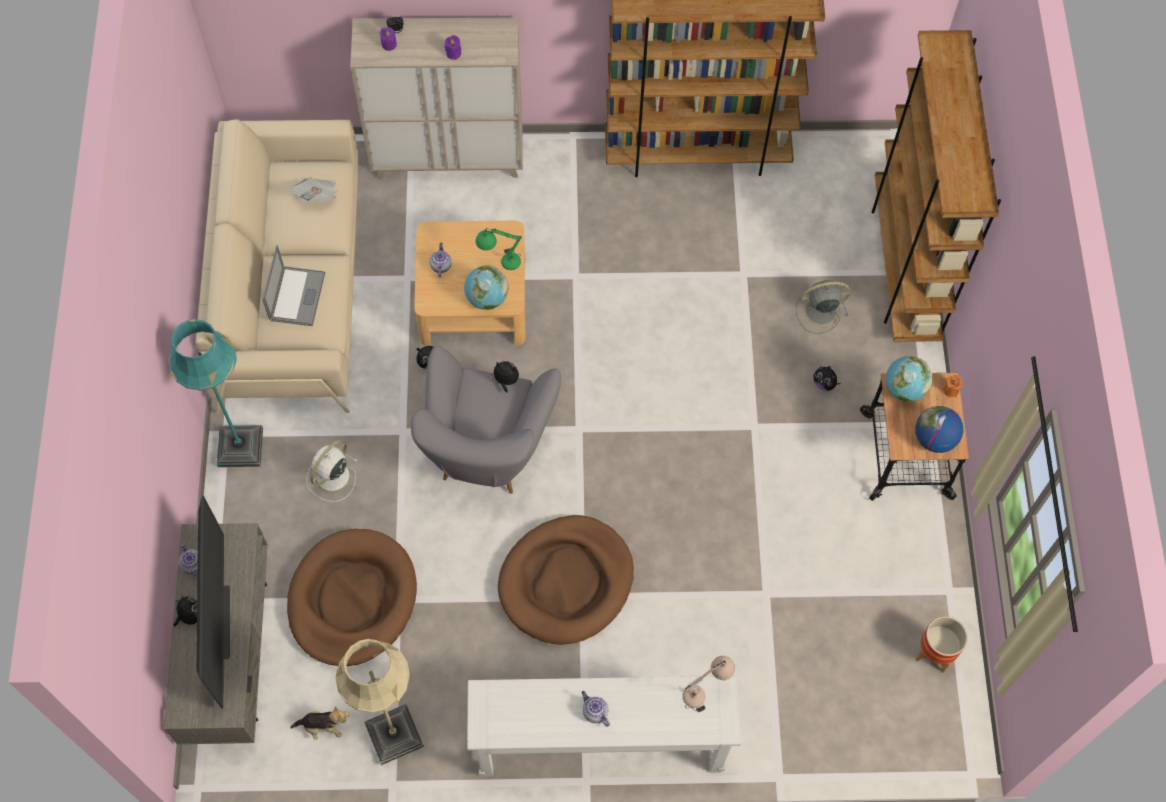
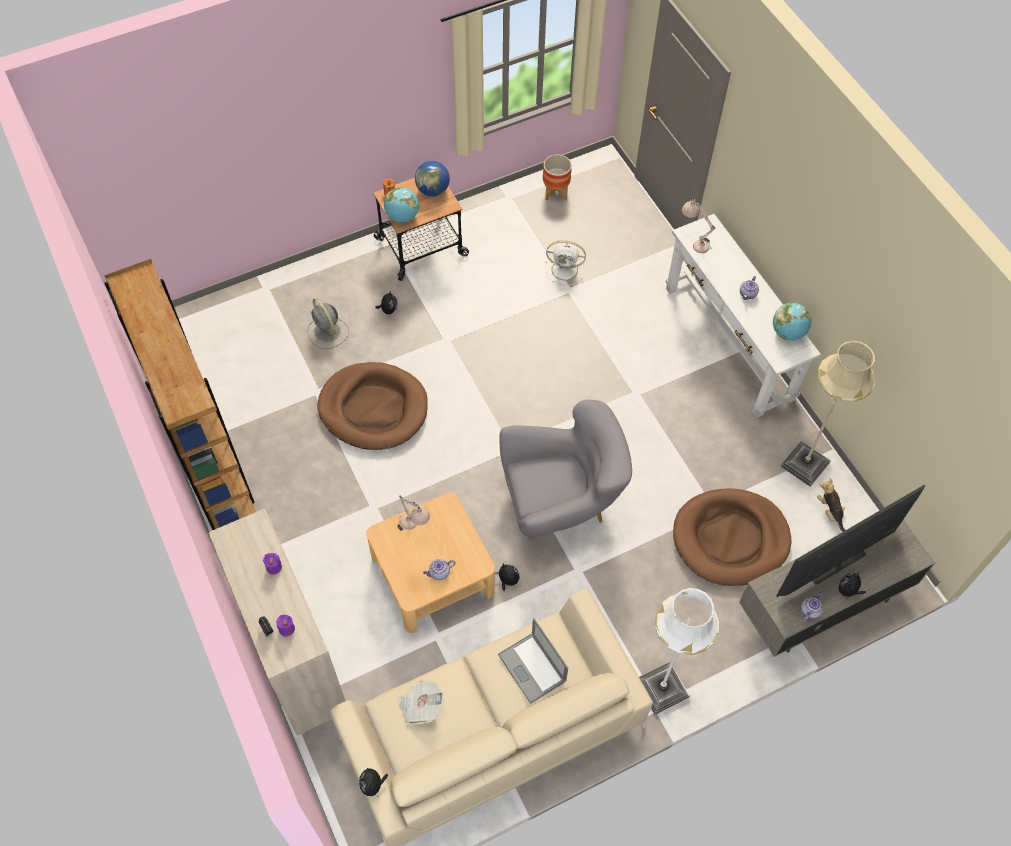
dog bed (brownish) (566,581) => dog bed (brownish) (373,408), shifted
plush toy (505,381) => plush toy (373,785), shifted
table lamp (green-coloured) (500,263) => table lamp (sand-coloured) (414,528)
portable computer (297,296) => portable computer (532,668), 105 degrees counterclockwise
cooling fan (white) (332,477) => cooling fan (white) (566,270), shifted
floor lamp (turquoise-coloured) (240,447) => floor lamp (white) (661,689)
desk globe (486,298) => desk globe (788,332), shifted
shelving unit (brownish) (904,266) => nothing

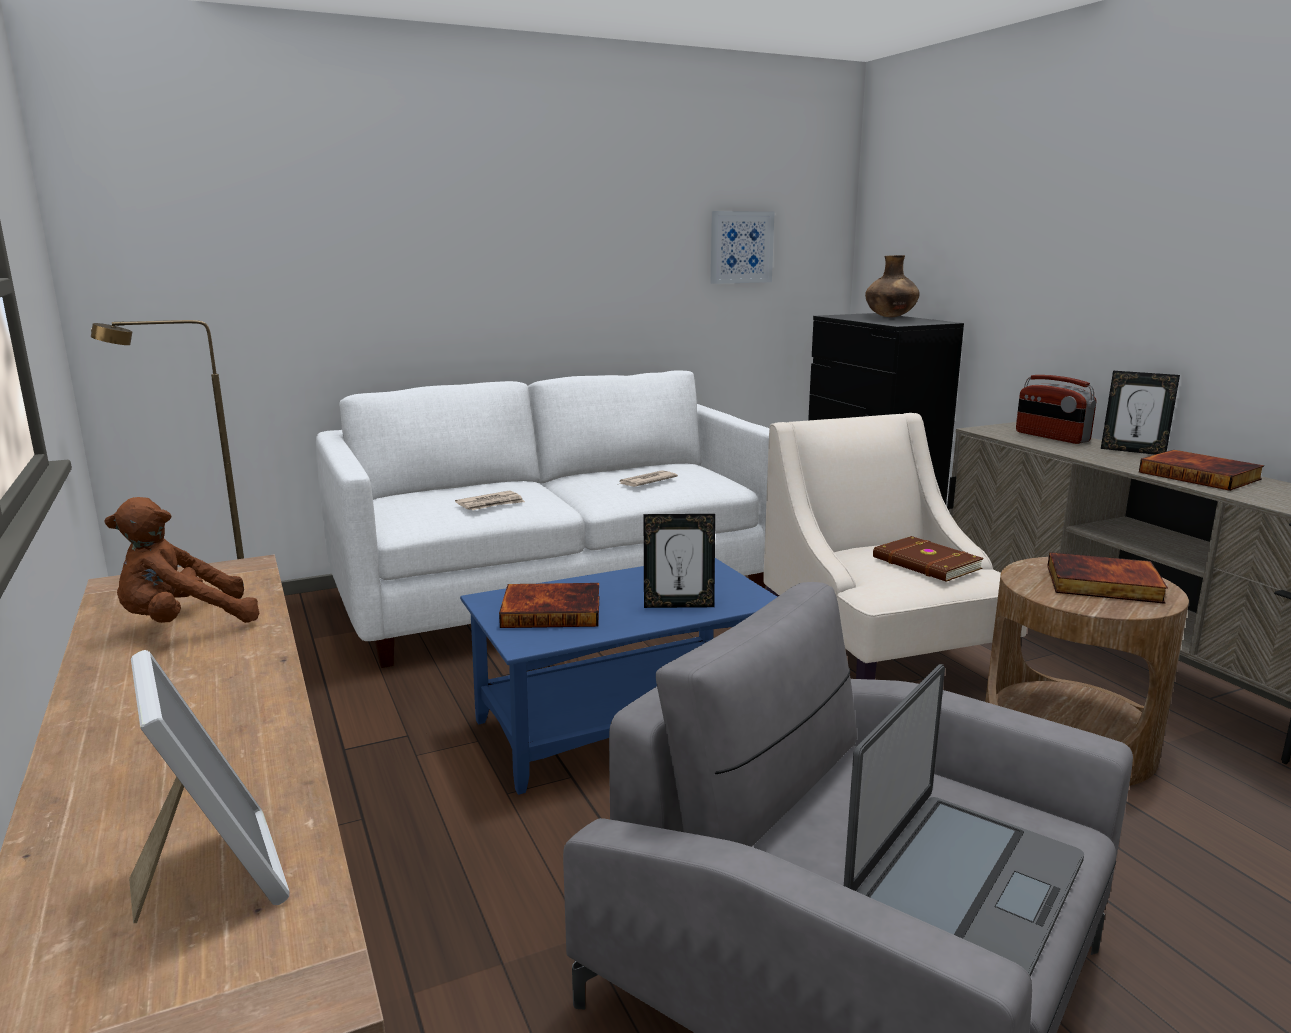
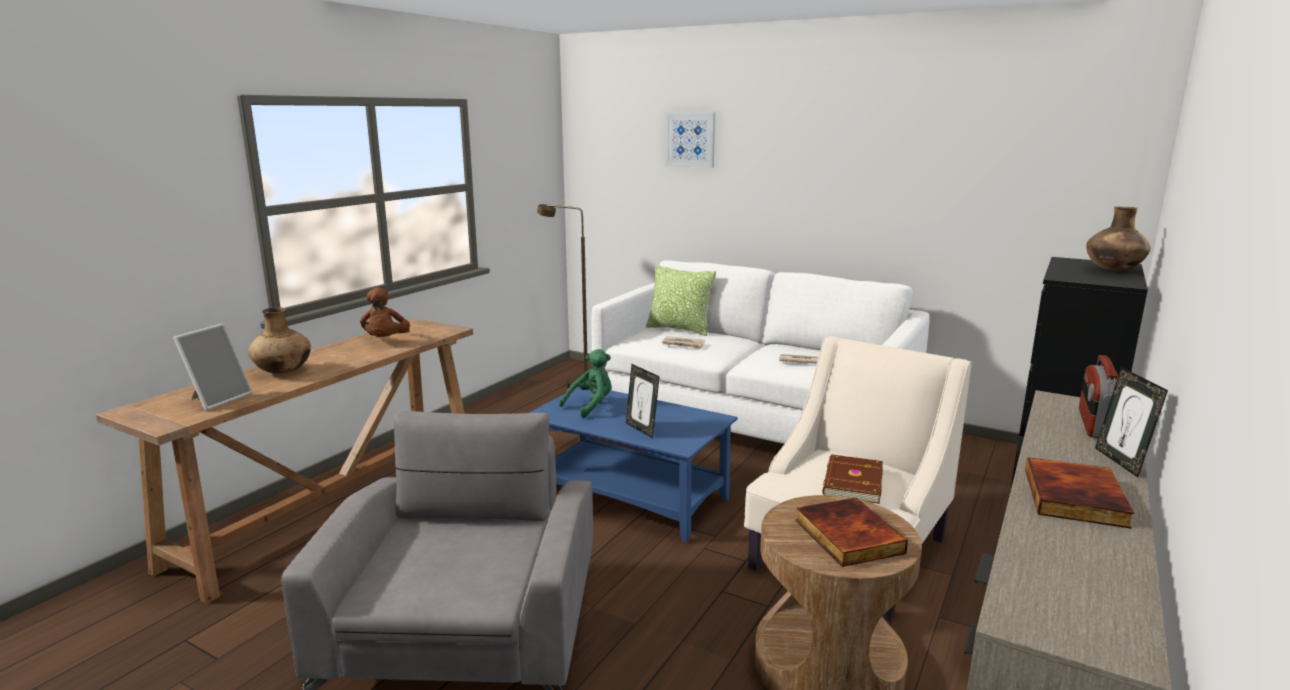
nothing => decorative vase (brownish) (283,371)
plush toy (brownish) (184,624) => plush toy (brownish) (386,341), 120 degrees counterclockwise
bound book (552,610) => plush toy (green-coloured) (591,406)
nothing => throw pillow (679,329)
wall art (741,247) => wall art (690,139), shifted
portable computer (963,884) => nothing

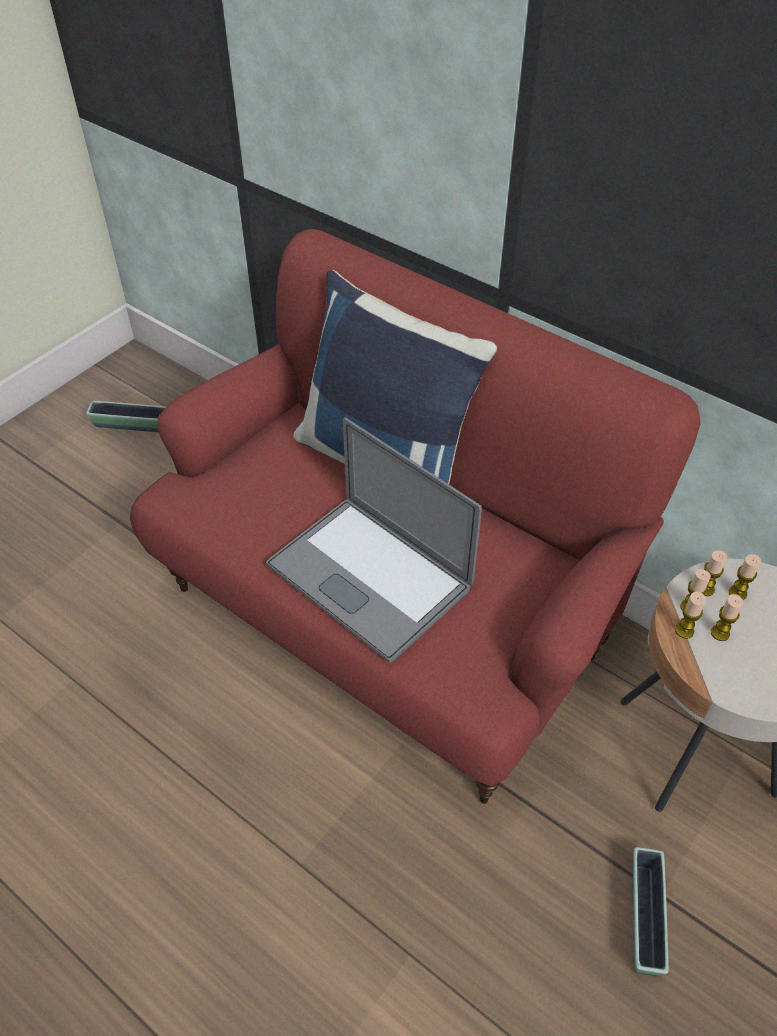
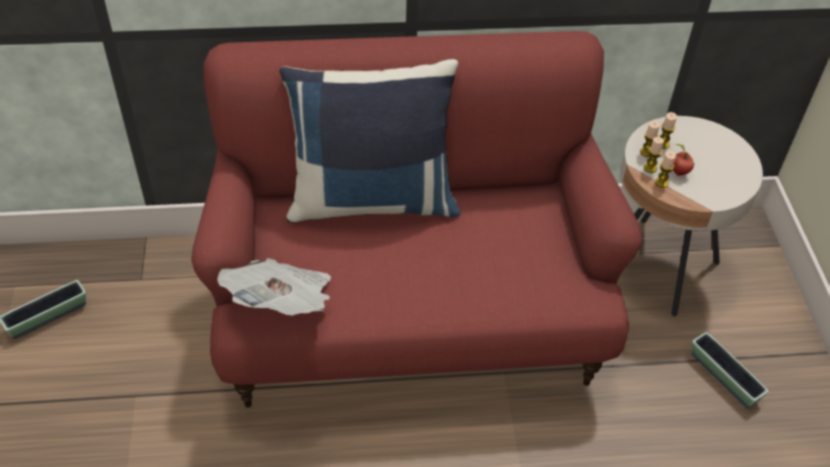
nothing => newspaper (282,303)
wax candle (720,633) => apple (678,172)
portable computer (369,576) => nothing

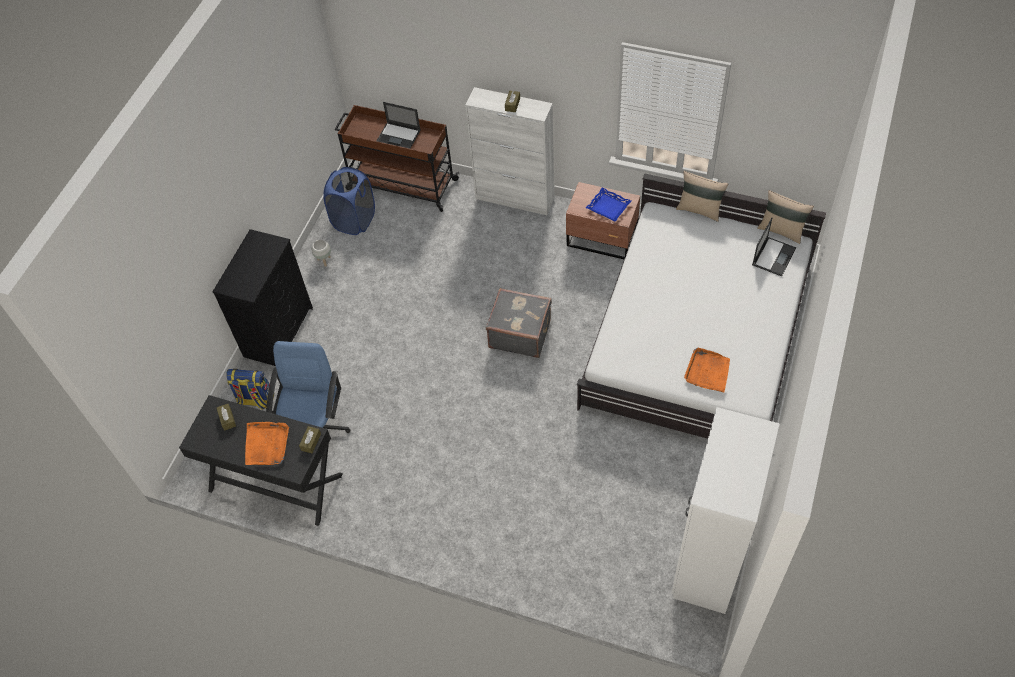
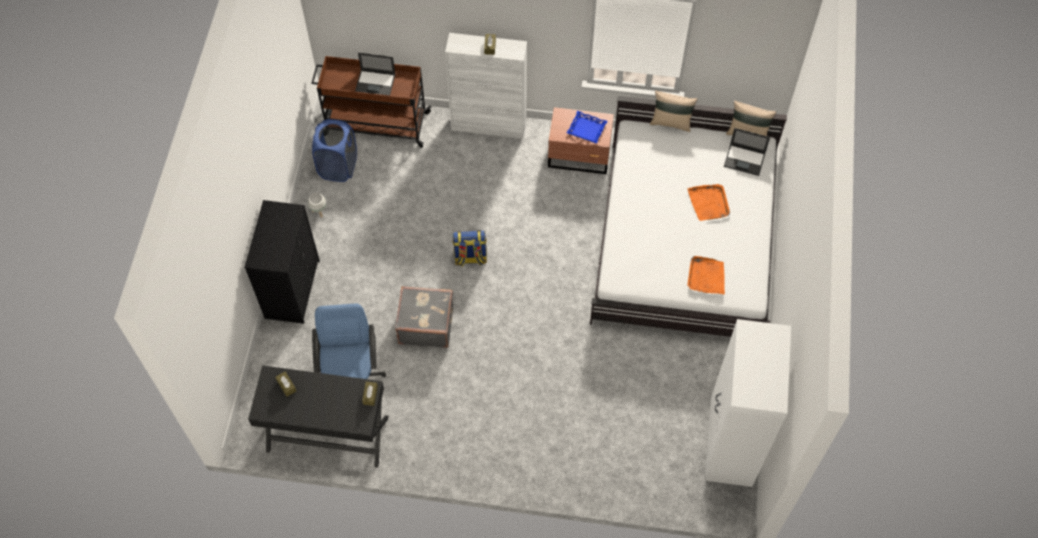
travel case (greyish) (520,333) => travel case (greyish) (426,324), shifted
backpack (255,400) => backpack (470,258), shifted
serving tray (orange-coloured) (266,444) => serving tray (orange-coloured) (709,203), shifted
portable computer (773,256) => portable computer (745,160), 90 degrees clockwise

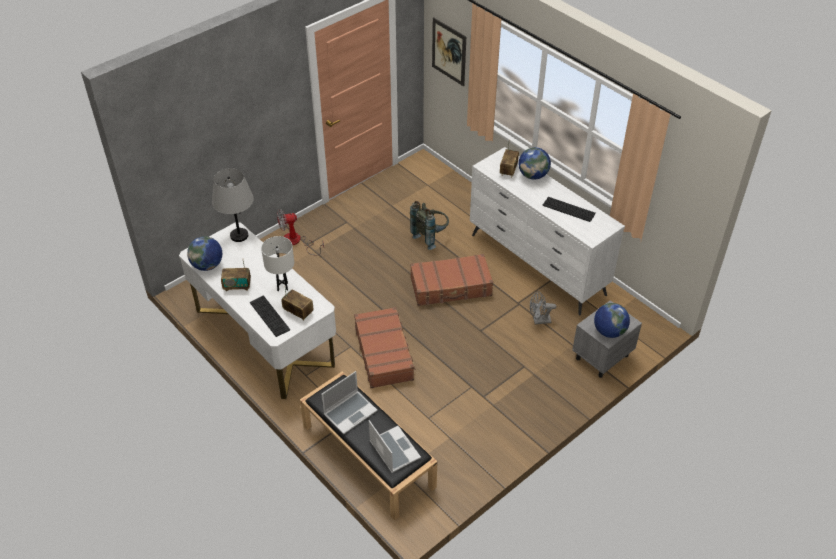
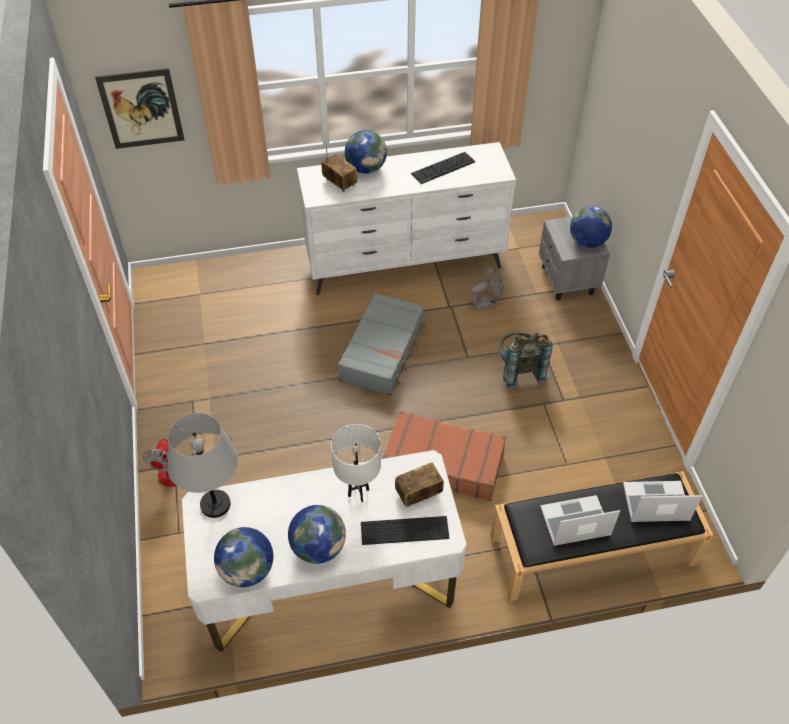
radio set (237,286) => desk globe (318,547)
travel case (brownish) (451,287) => travel case (greyish) (383,351)
cooling fan (greyish) (539,321) => cooling fan (greyish) (486,302), 135 degrees counterclockwise
backpack (greyish) (430,236) => backpack (greyish) (518,370), shifted
portable computer (350,412) => portable computer (574,523), 90 degrees counterclockwise

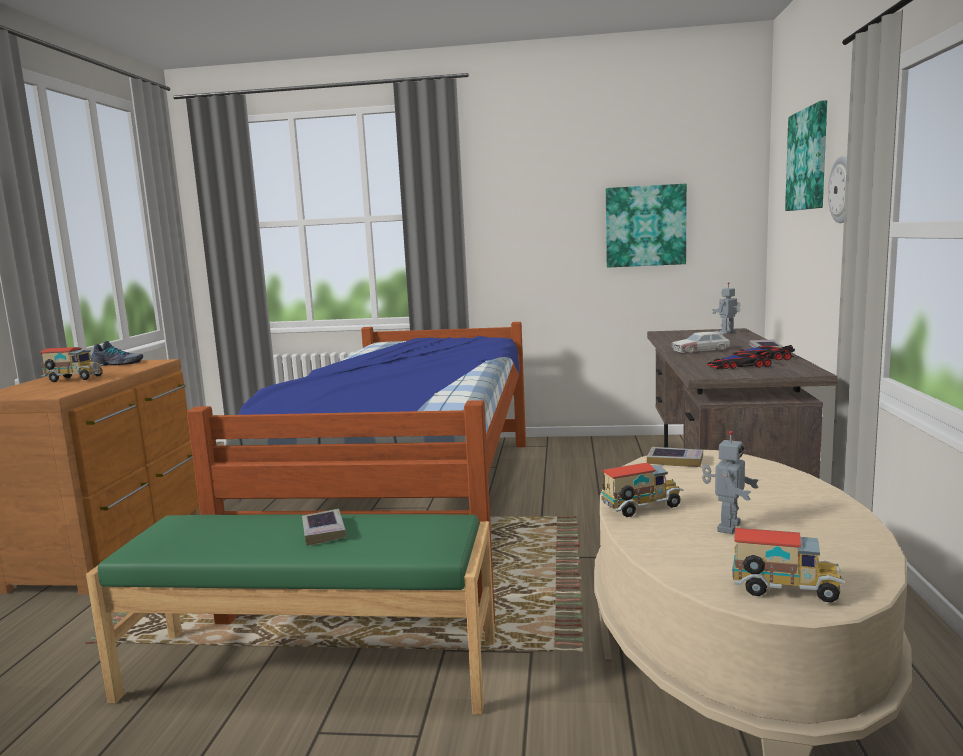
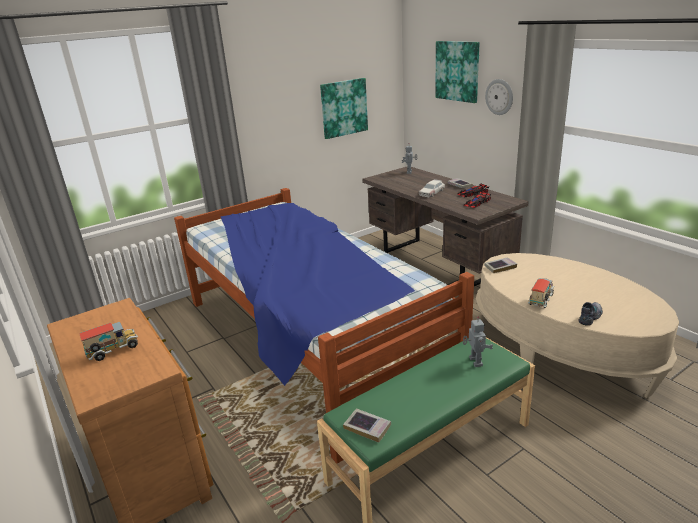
bound book (324,531) => bound book (367,427), shifted
toy robot (726,527) => toy robot (474,362), shifted
item of footwear (117,364) => item of footwear (590,317), shifted
toy truck (785,591) => nothing

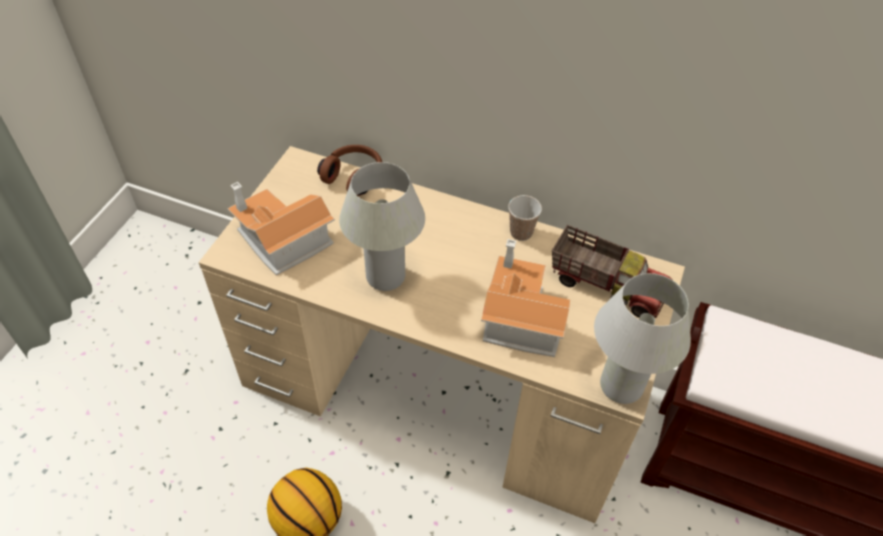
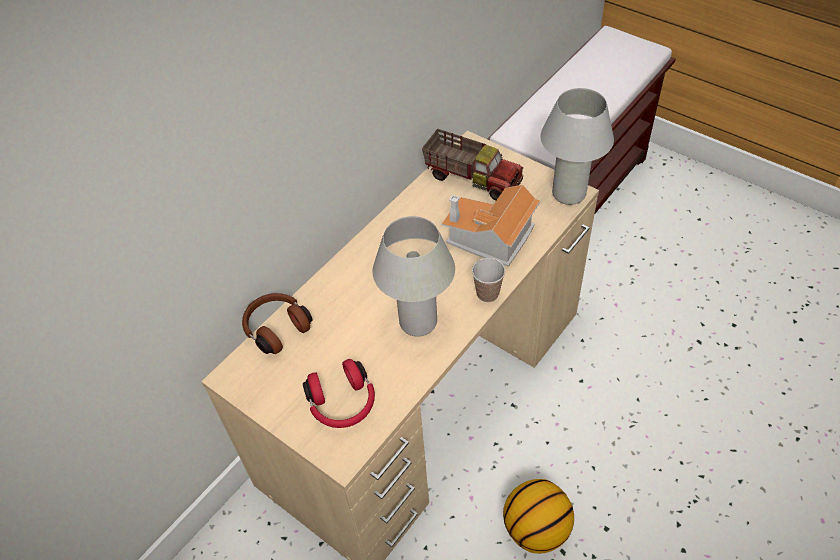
model house (281,241) => headset (red) (343,404)
toy truck (606,285) => toy truck (472,178), 75 degrees clockwise
small cup (521,233) => small cup (487,294), shifted

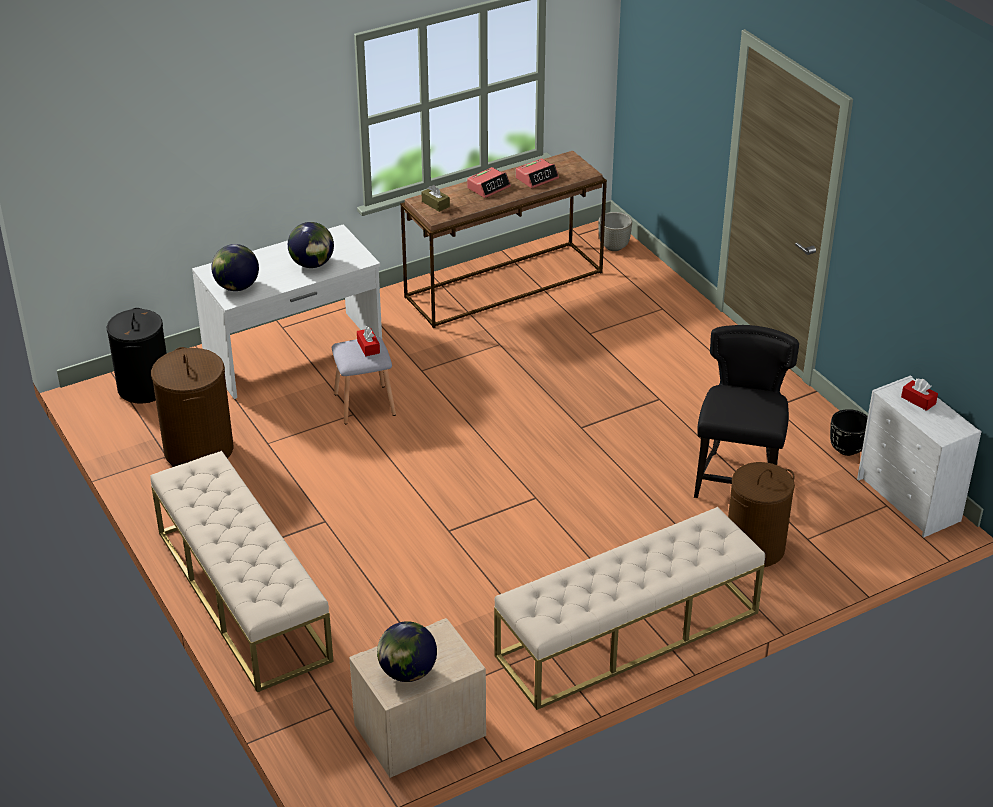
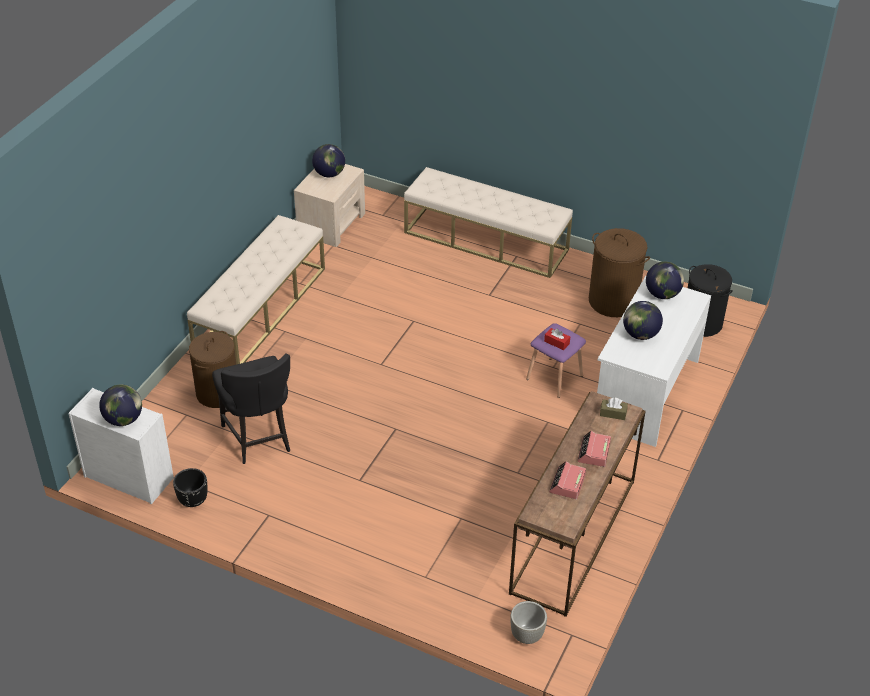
tissue box (red) (918,400) => desk globe (124,419)
stool seat (greyish) (363,405) => stool seat (purple) (554,377)

